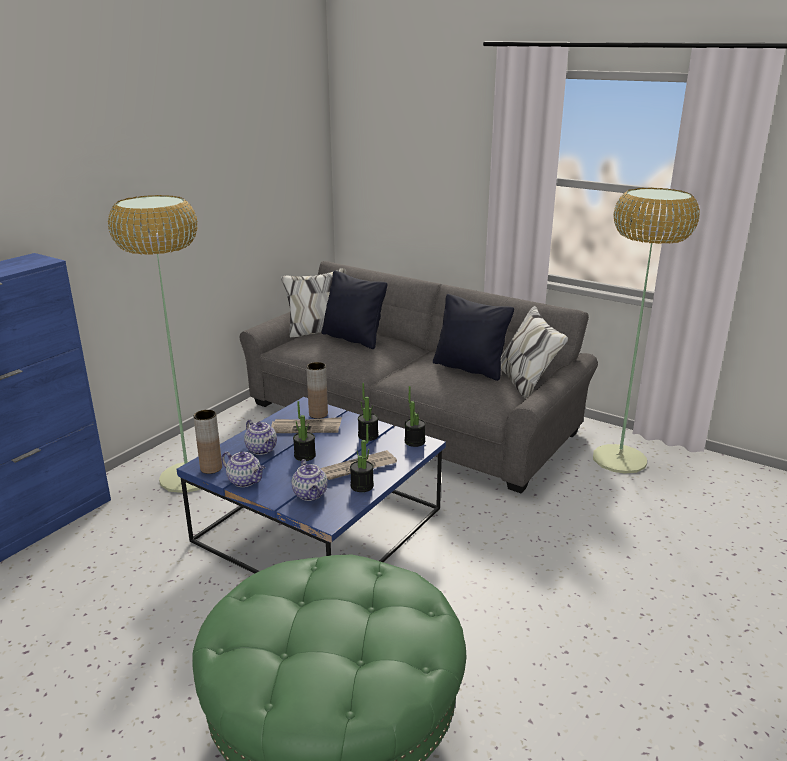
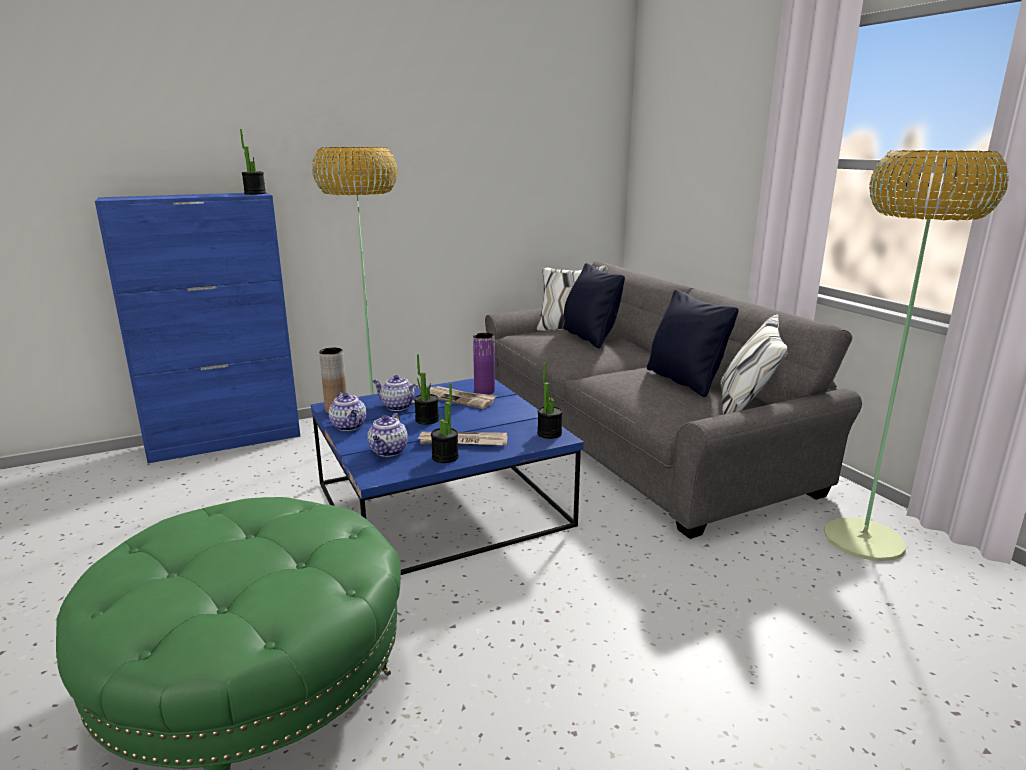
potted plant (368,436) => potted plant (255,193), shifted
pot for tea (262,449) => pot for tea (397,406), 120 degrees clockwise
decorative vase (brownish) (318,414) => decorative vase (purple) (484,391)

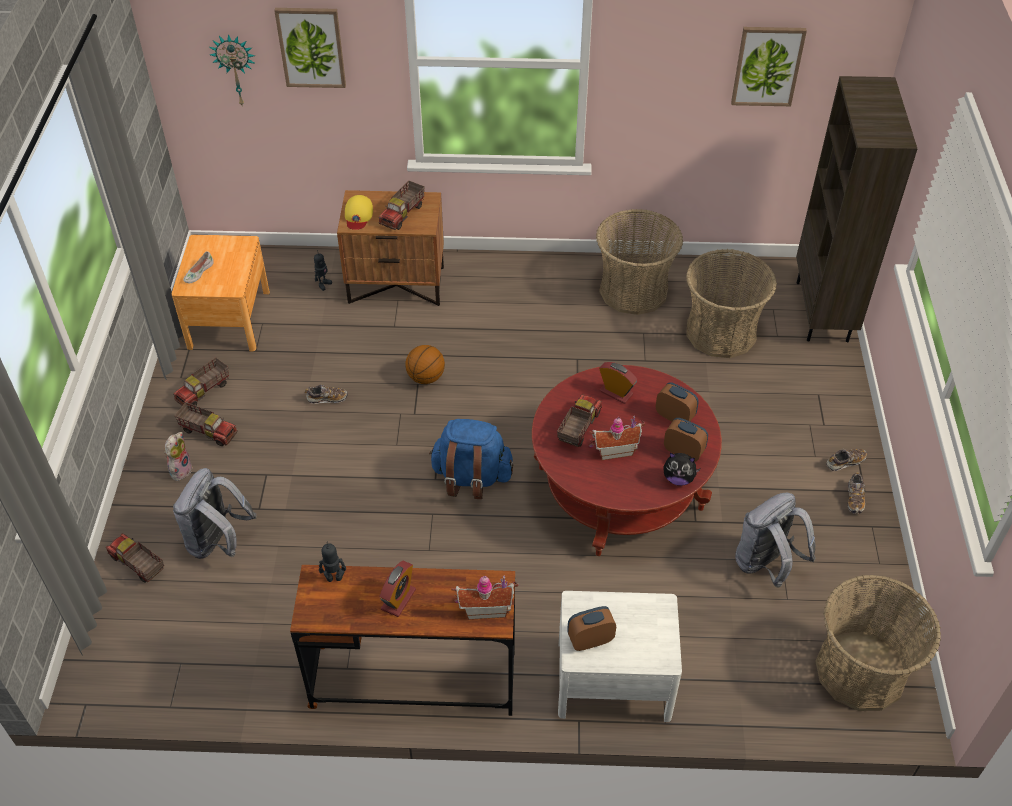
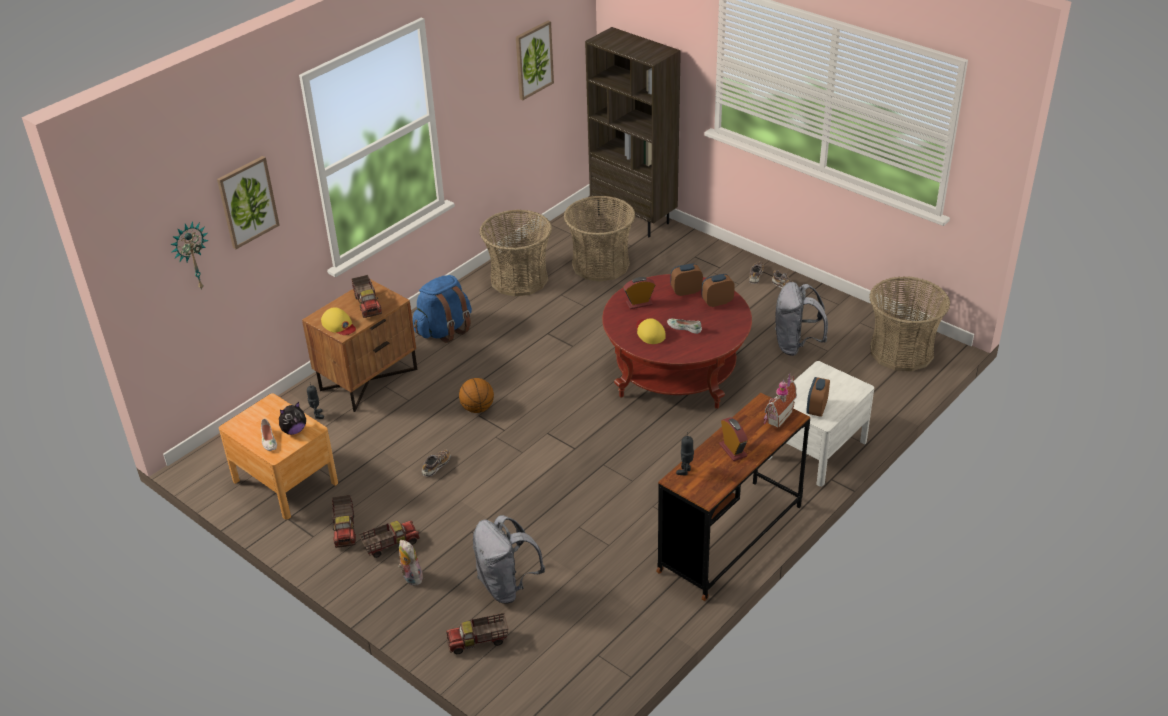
plush toy (678,479) => plush toy (294,430), shifted
backpack (bluish) (471,477) => backpack (bluish) (444,330), shifted
toy truck (578,427) => baseball cap (yellowish) (649,332)
model house (613,450) => item of footwear (white) (684,327)

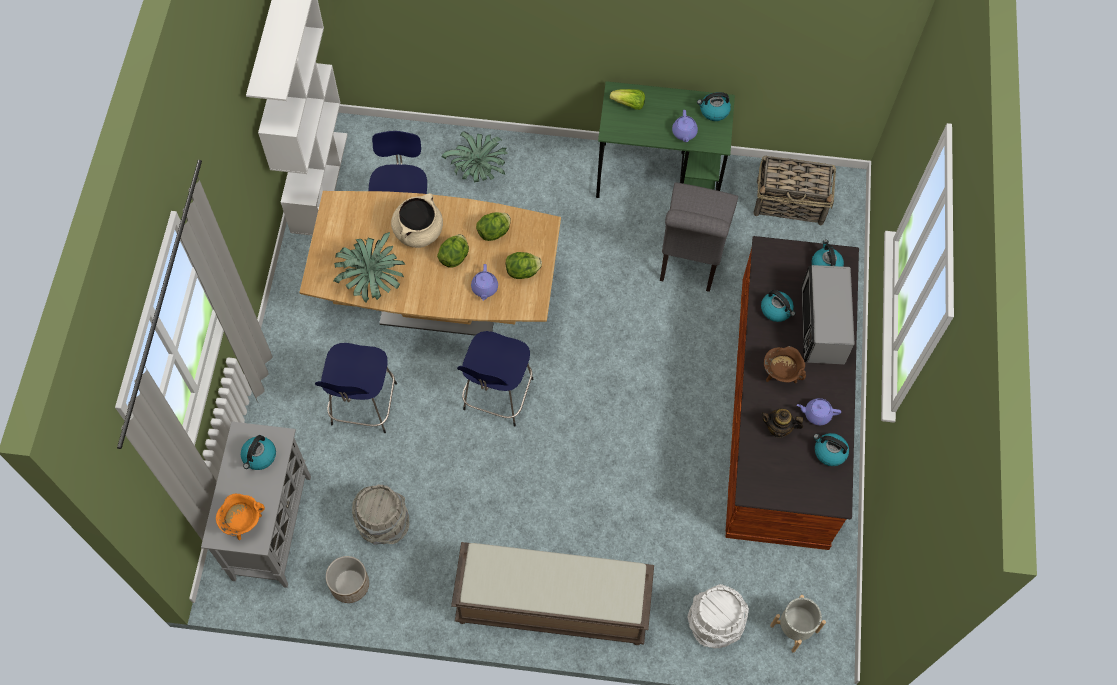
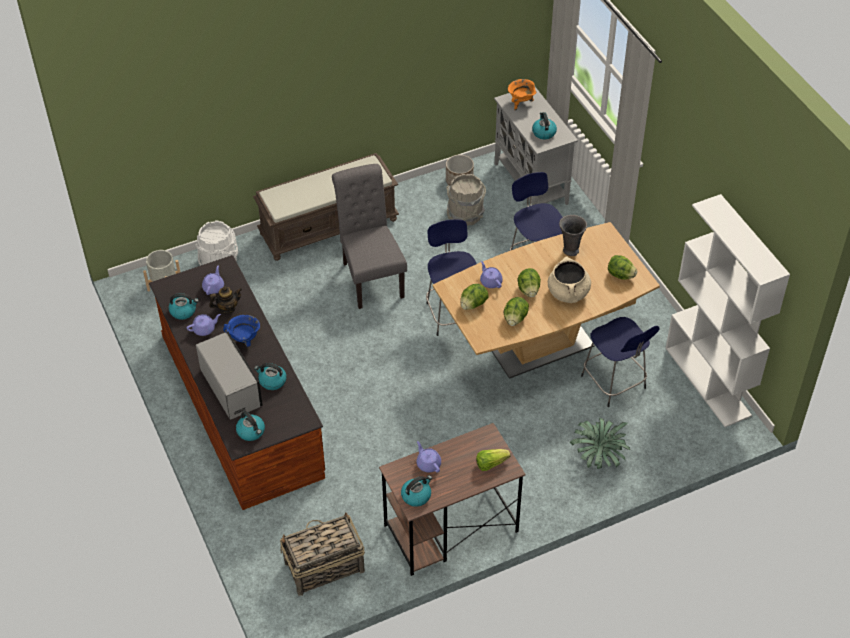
nothing => pot for tea (purple) (213,287)
stockpot (brownish) (780,375) => stockpot (bluish) (244,341)
upright chair (greyish) (690,259) => upright chair (greyish) (370,277), shifted
desk table (green-coloured) (659,177) => desk table (brownish) (450,529)
potted plant (372,280) => decorative vase (greyish) (570,250)
nothing => lettuce head (620,275)

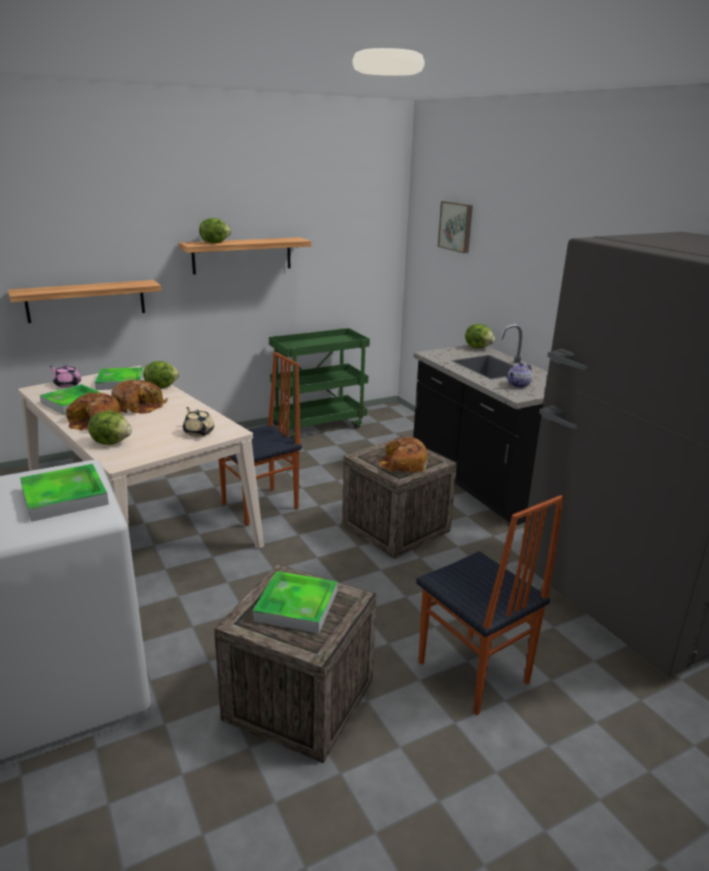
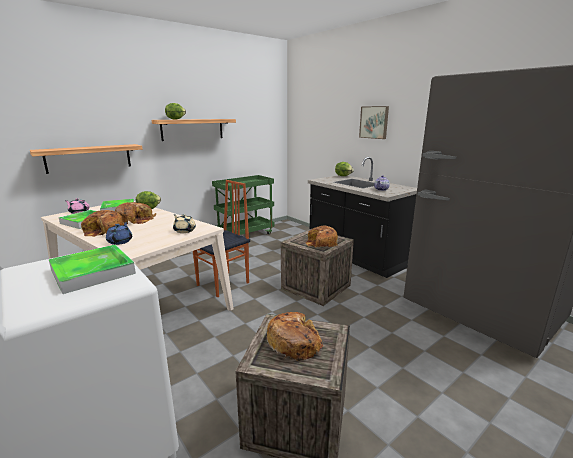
lettuce head (112,442) => pot for tea (bluish) (120,241)
serving tray (296,606) => bread (295,343)
wall art (456,226) => wall art (374,122), shifted
upright chair (472,674) => nothing

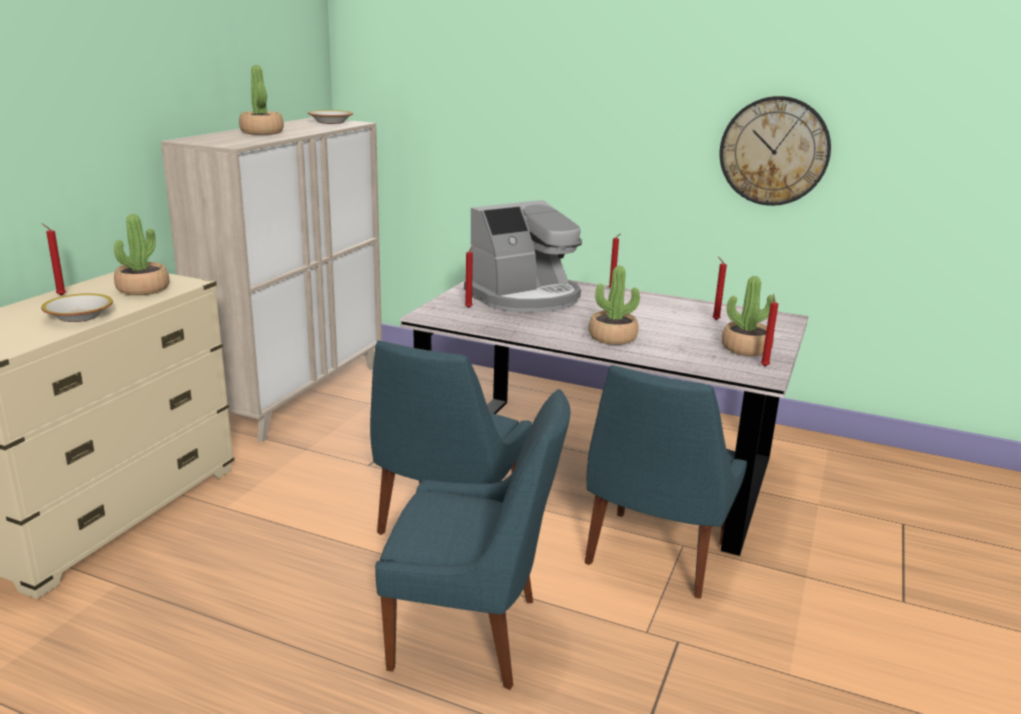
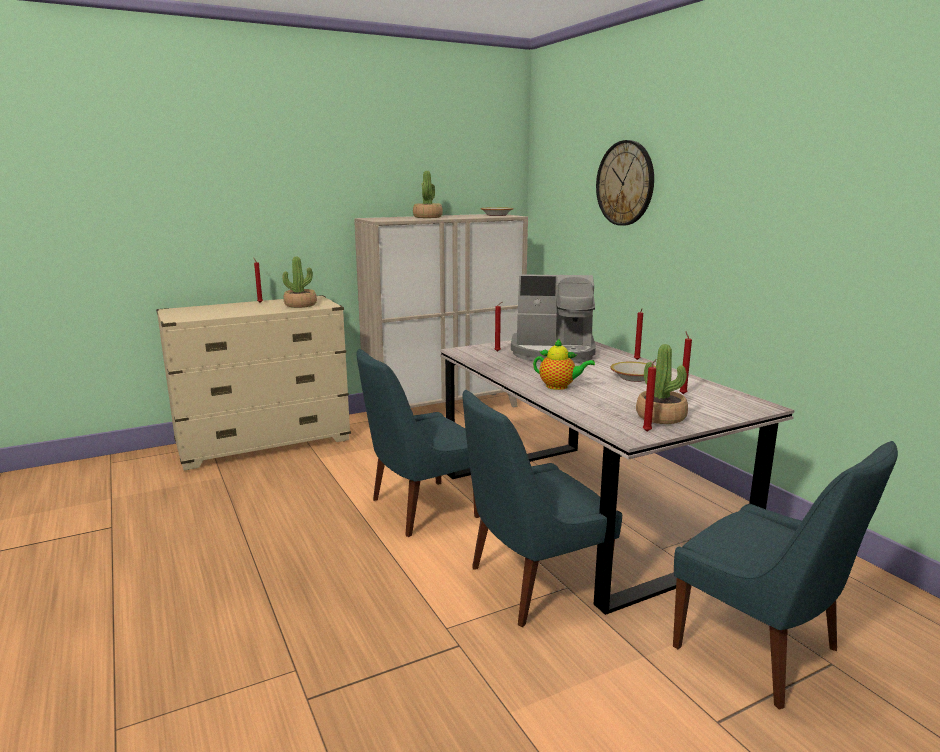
potted plant (612,337) => pot for tea (559,387)
hanging clock (774,151) => hanging clock (625,183), shifted
serving bowl (80,316) => serving bowl (634,378), shifted
upright chair (bluish) (471,634) => upright chair (bluish) (761,651), shifted

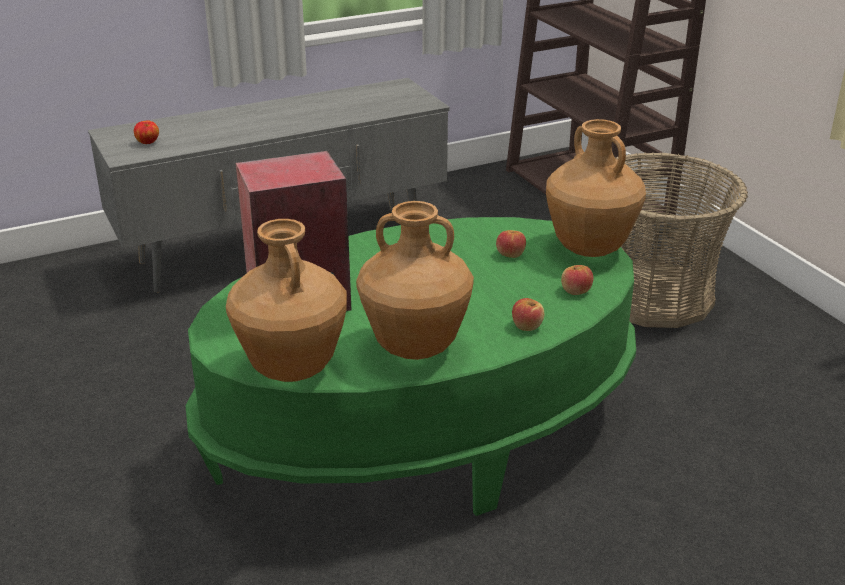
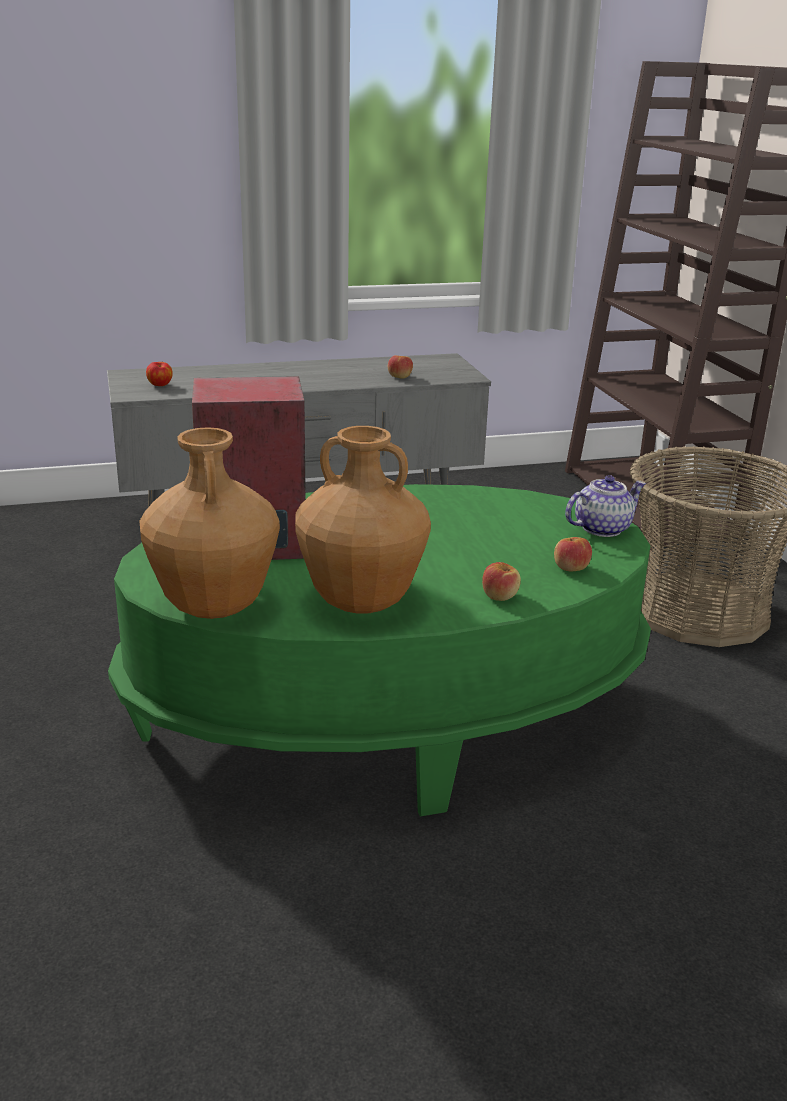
apple (510,254) => apple (399,376), shifted
decorative vase (brownish) (589,248) => pot for tea (602,528)

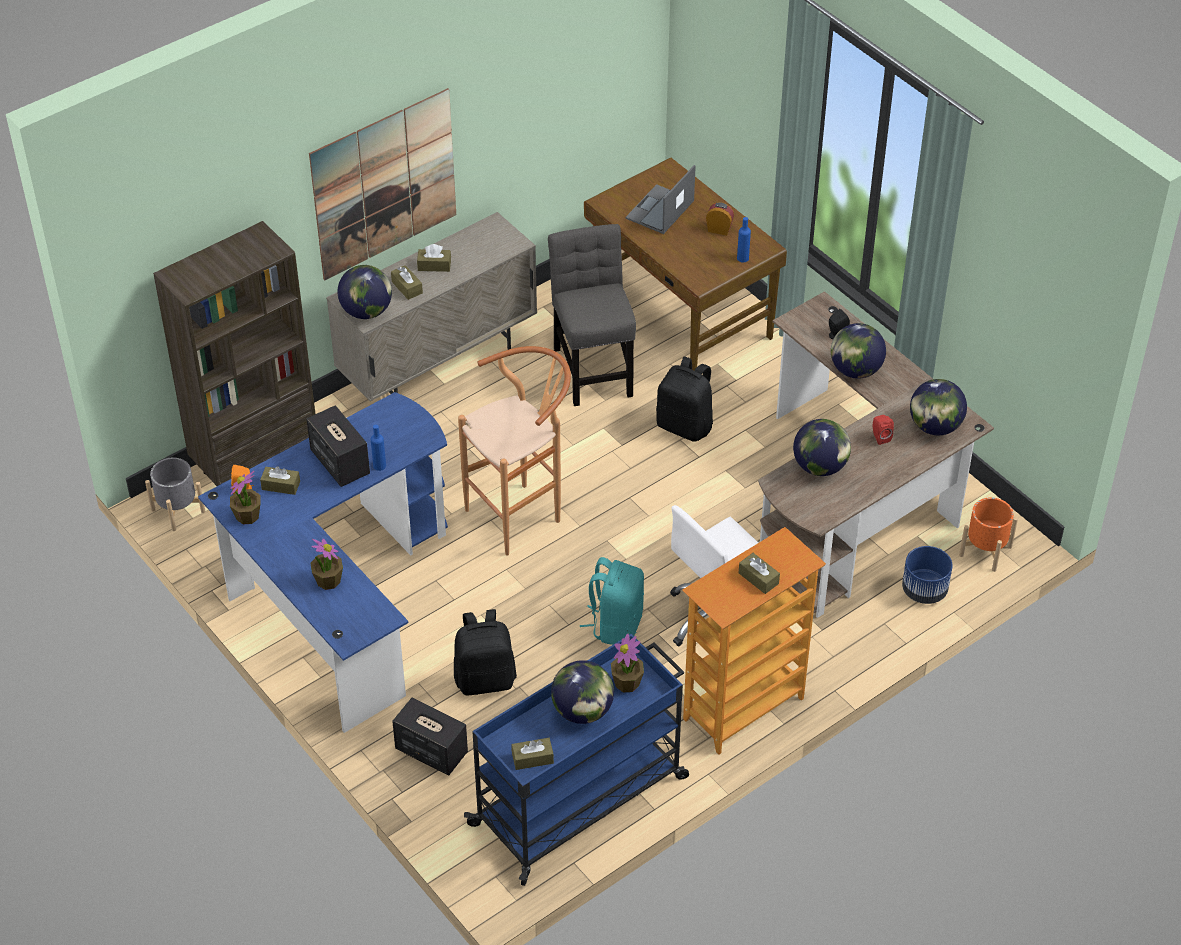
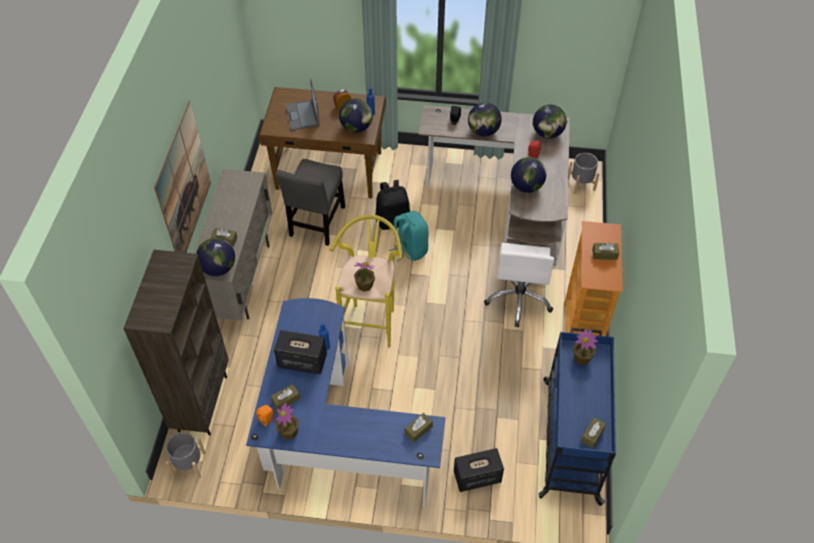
upright chair (greyish) (593,367) => upright chair (greyish) (316,224), 105 degrees counterclockwise
stool seat (brownish) (521,513) => stool seat (yellowish) (371,321)
desk globe (582,711) => desk globe (356,128), shifted
potted plant (328,580) => potted plant (364,285), shifted
backpack (turquoise-coloured) (615,624) => backpack (turquoise-coloured) (410,249), shifted
tissue box (brownish) (434,265) => tissue box (brownish) (418,430), shifted
planter (orange-coloured) (985,551) => planter (greyish) (581,184)
backpack (black-coloured) (485,679) => nothing
planter (bluish) (924,591) => nothing

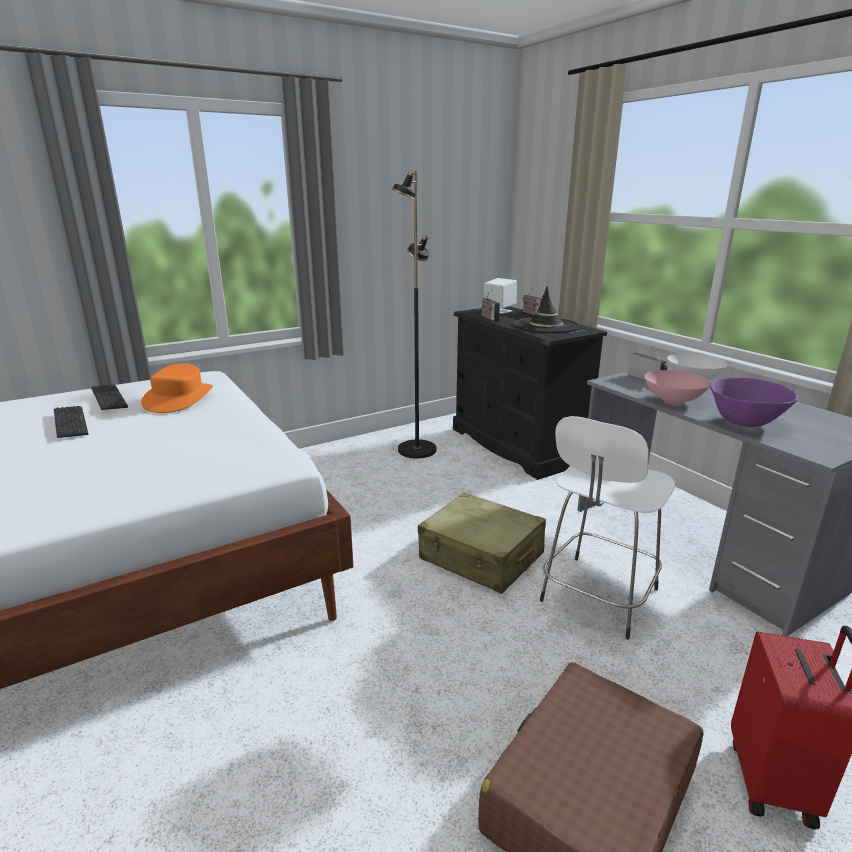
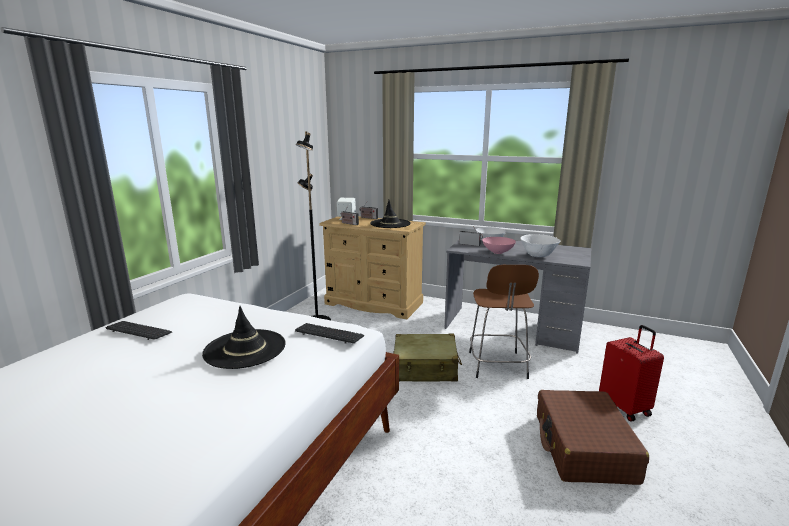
nothing => wearable hat (black-coloured) (245,349)
PC keyboard (70,423) => PC keyboard (329,334), shifted
chest of drawers (black-coloured) (516,445) => chest of drawers (sand-coloured) (374,303)
stool seat (white) (597,597) => stool seat (brownish) (497,366)
serving bowl (purple) (745,423) => serving bowl (white) (538,256)
wearable hat (orange-coloured) (179,398) => nothing

